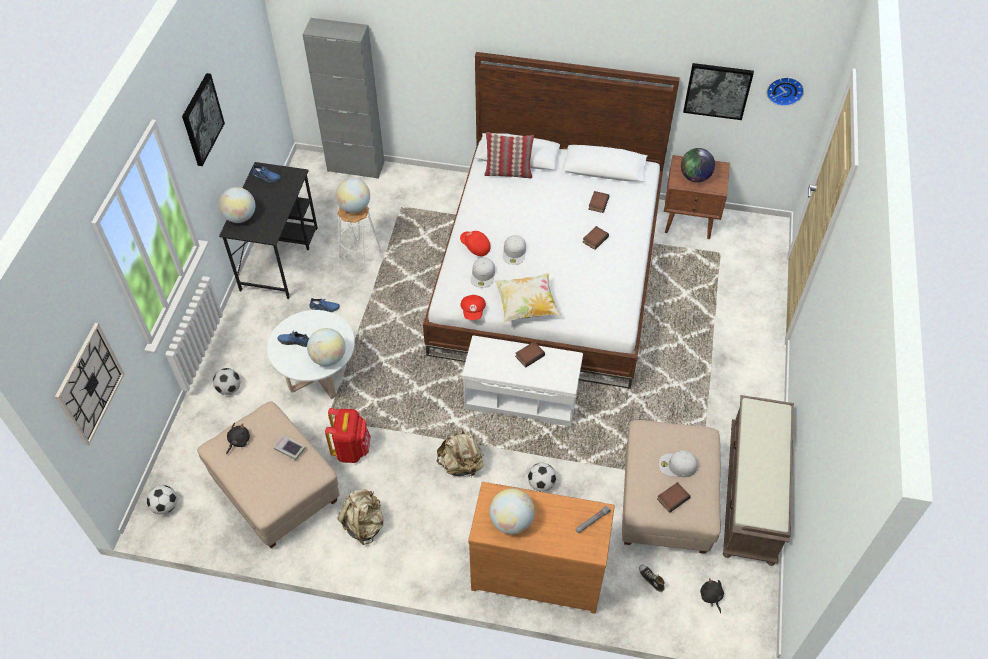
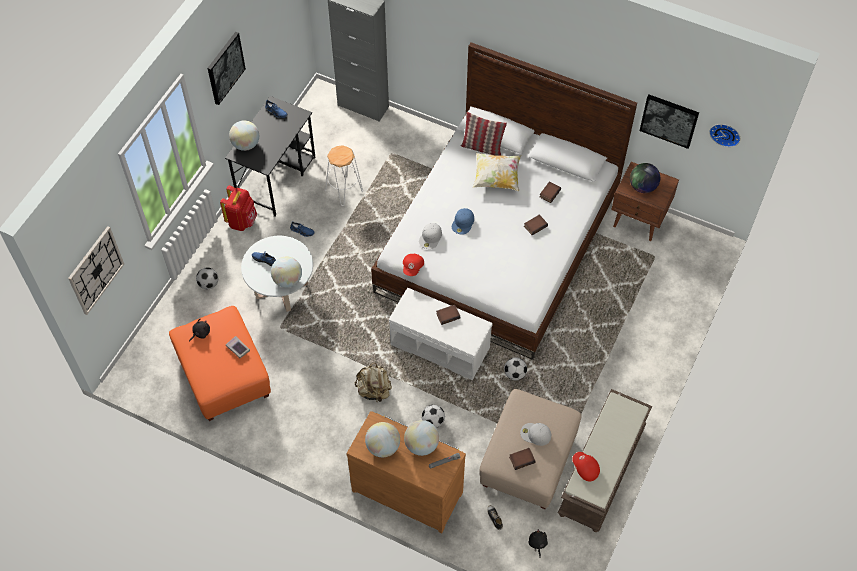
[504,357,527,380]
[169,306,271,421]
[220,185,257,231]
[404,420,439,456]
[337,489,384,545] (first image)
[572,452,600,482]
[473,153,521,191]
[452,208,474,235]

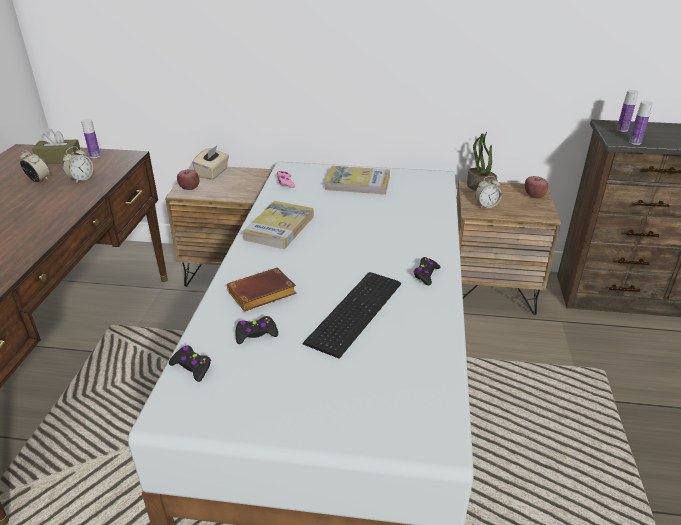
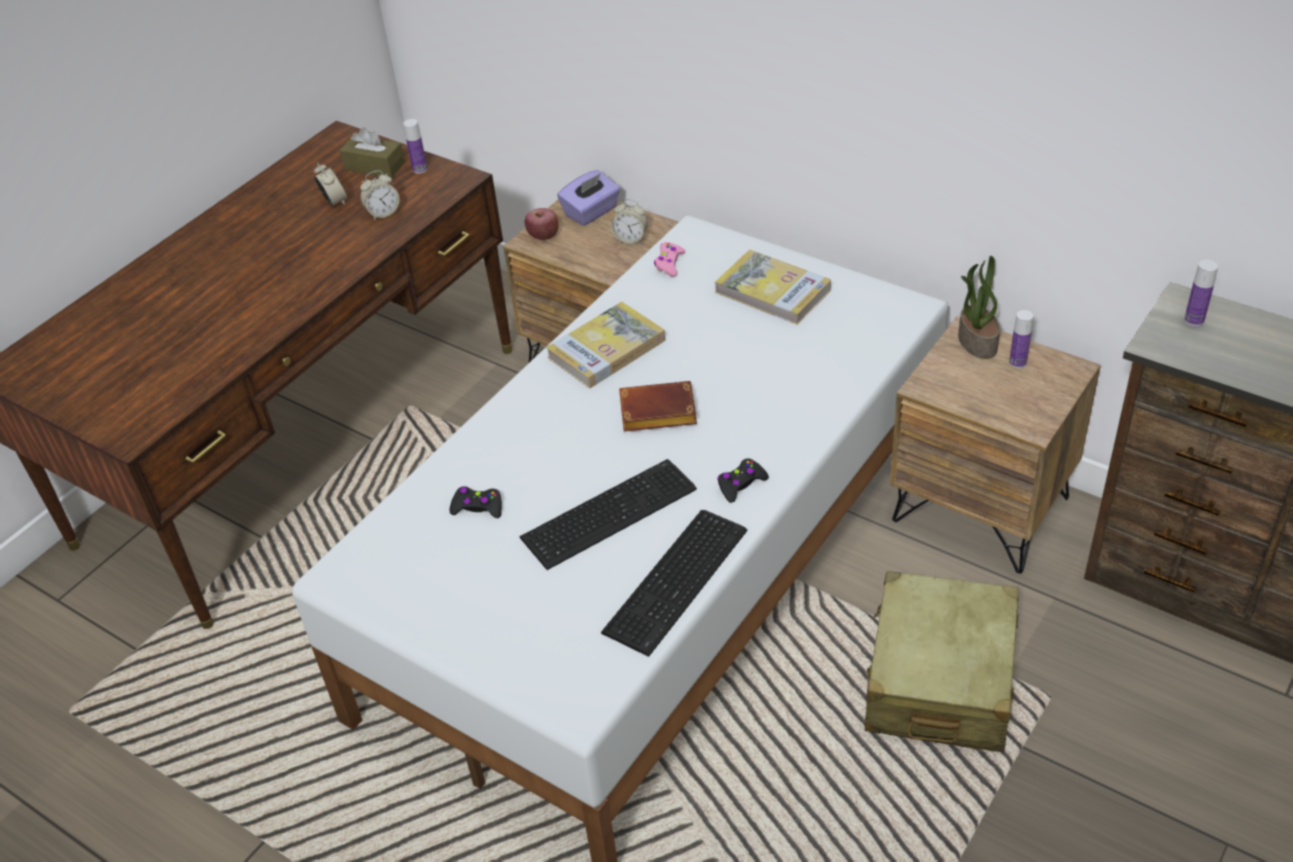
[169,346,211,382] (first image)
[557,170,621,226]
[619,381,697,432]
[611,199,648,244]
[525,176,548,198] (first image)
[1009,310,1034,368]
[601,510,747,657]
[865,571,1018,752]

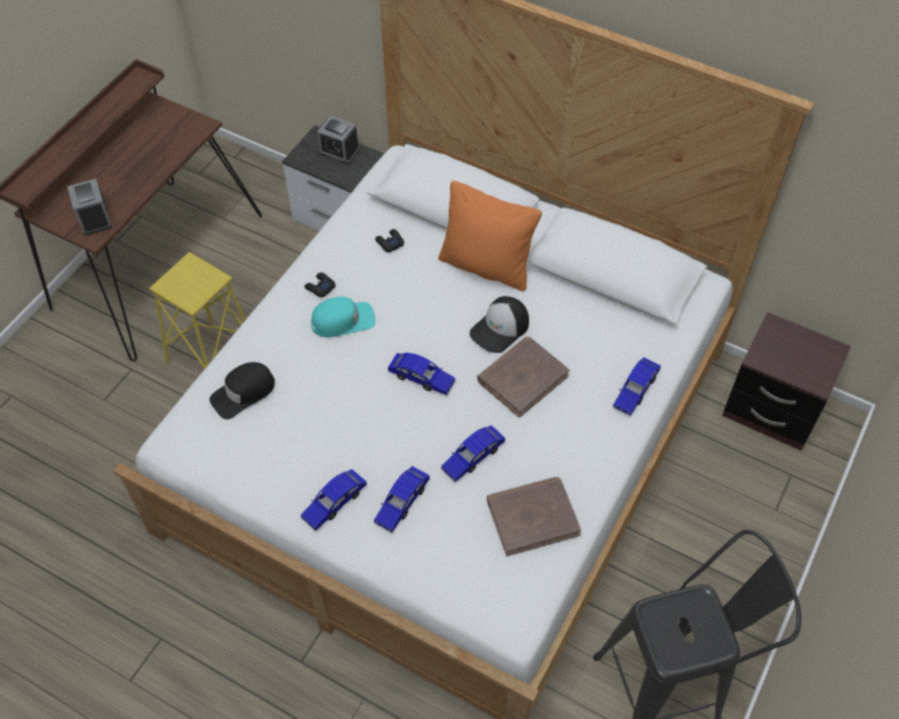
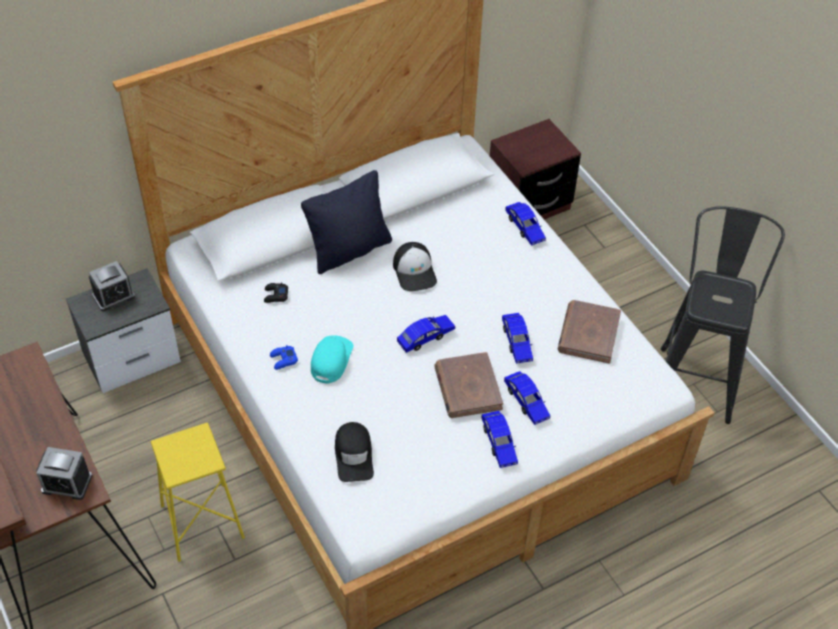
[270,345,298,370]
[301,170,392,274]
[434,352,503,418]

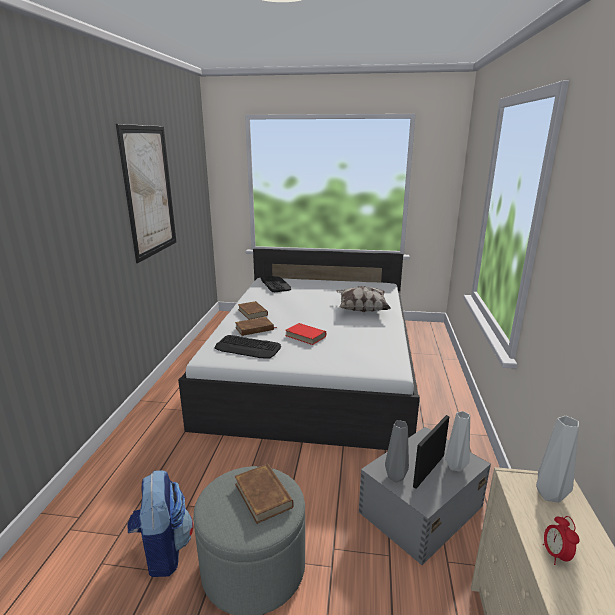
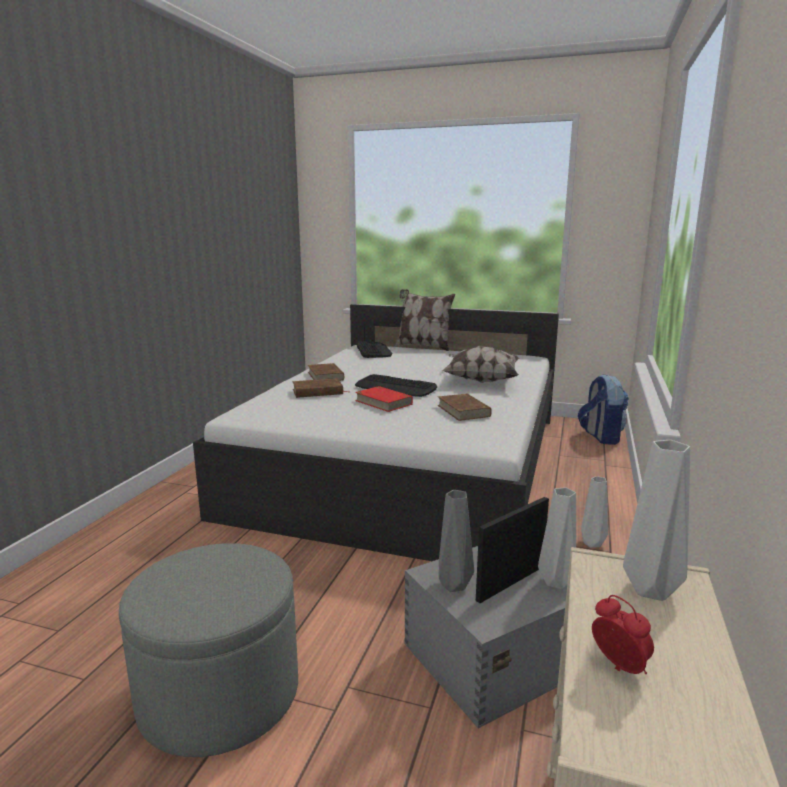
[116,124,177,263] (first image)
[578,374,629,445]
[355,374,437,397]
[438,394,492,421]
[592,595,654,674]
[395,289,455,351]
[581,476,608,548]

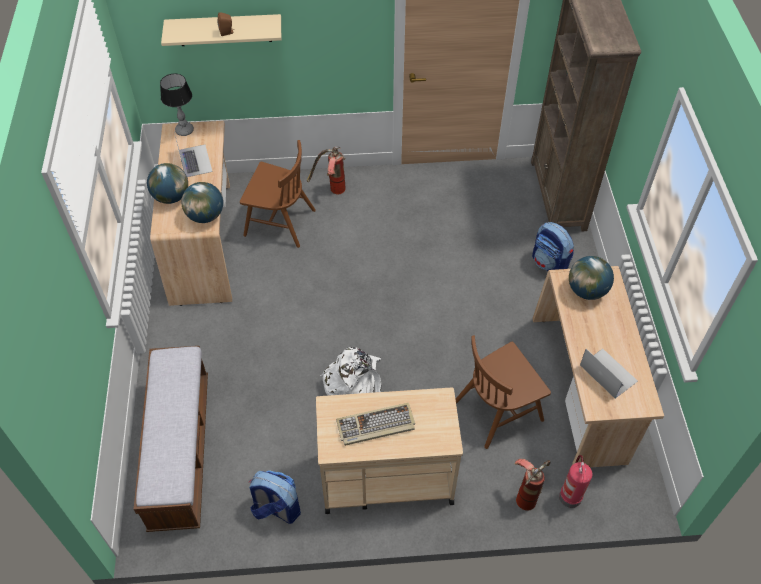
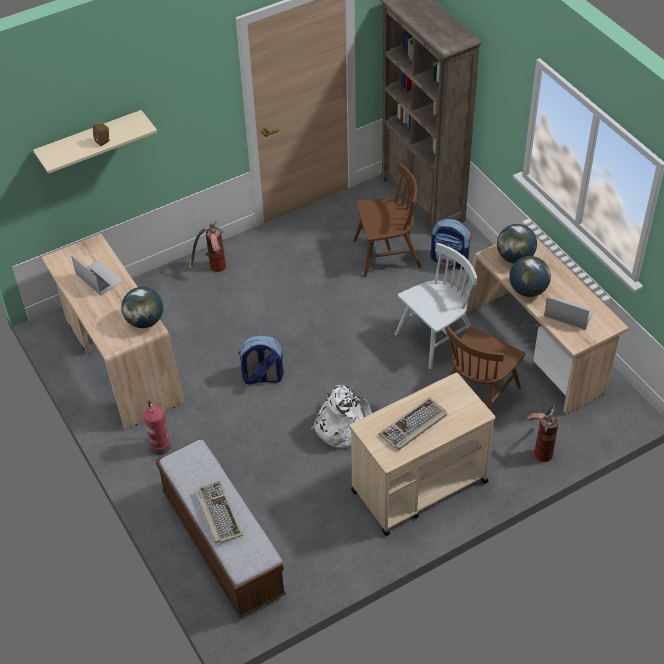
[509,256,551,297]
[160,74,194,136] (first image)
[353,164,422,277]
[238,335,284,385]
[144,400,171,455]
[194,481,243,543]
[395,243,477,369]

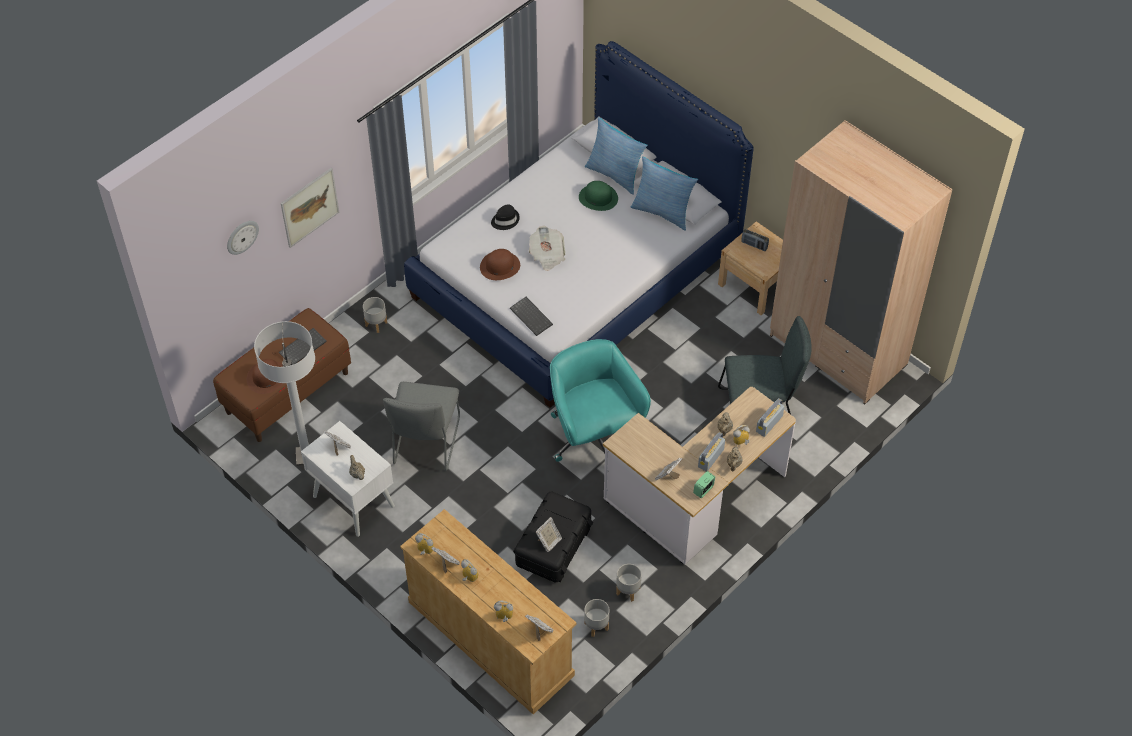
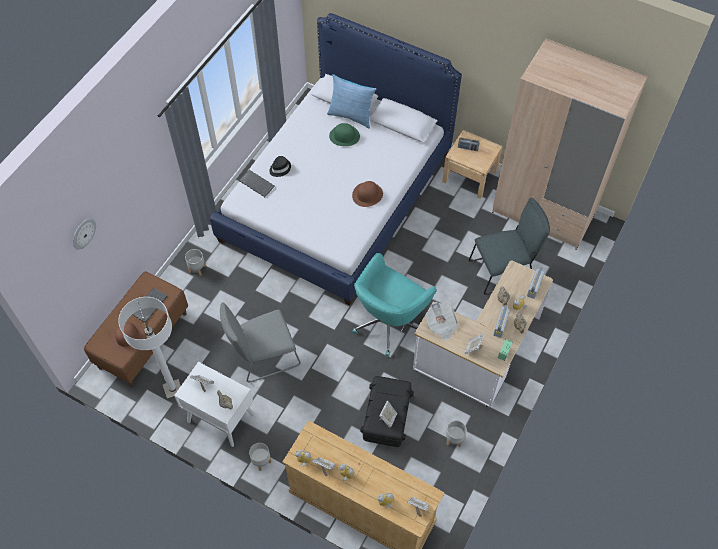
[281,168,339,248] (first image)
[220,302,301,382]
[352,181,383,207]
[239,170,275,197]
[426,302,459,341]
[352,253,437,357]
[249,443,271,471]
[631,156,698,231] (first image)

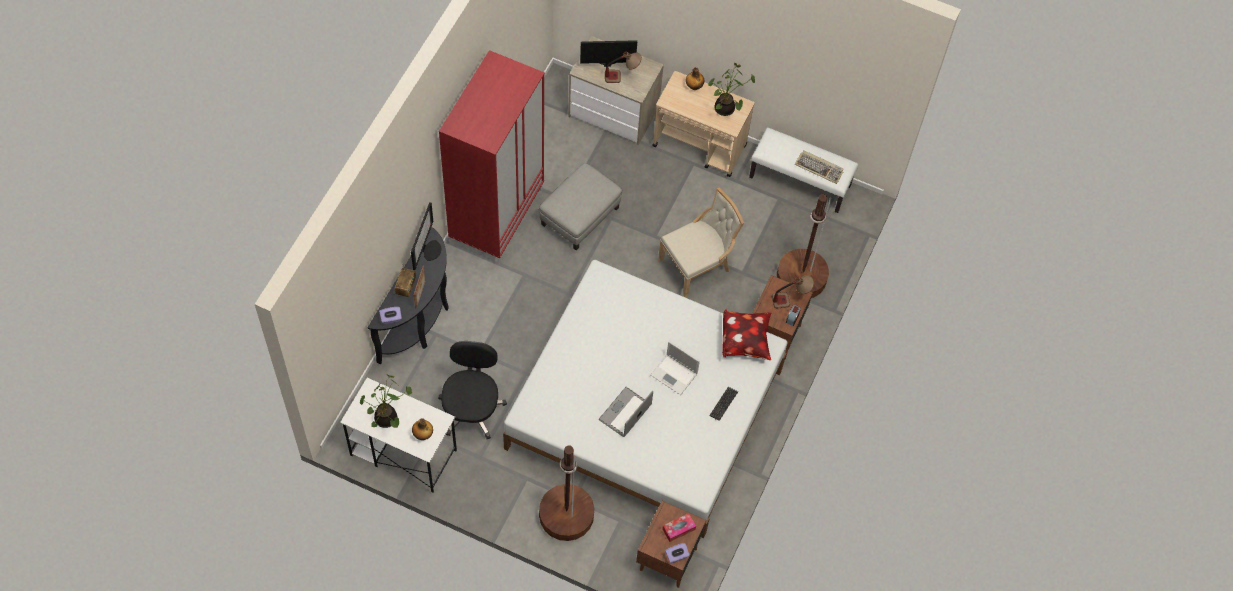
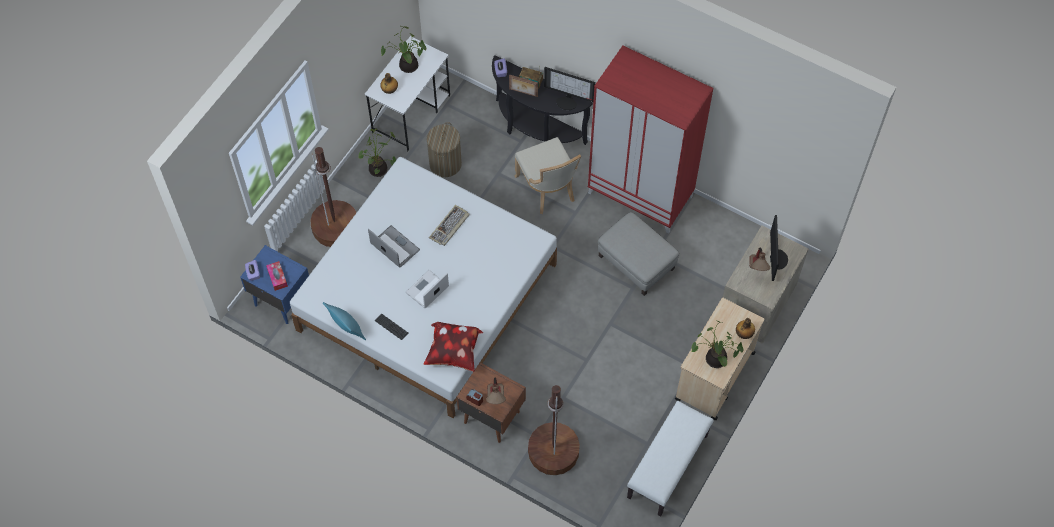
[427,122,462,177]
[240,245,309,324]
[515,137,581,214]
[429,205,470,246]
[323,302,366,340]
[359,129,396,177]

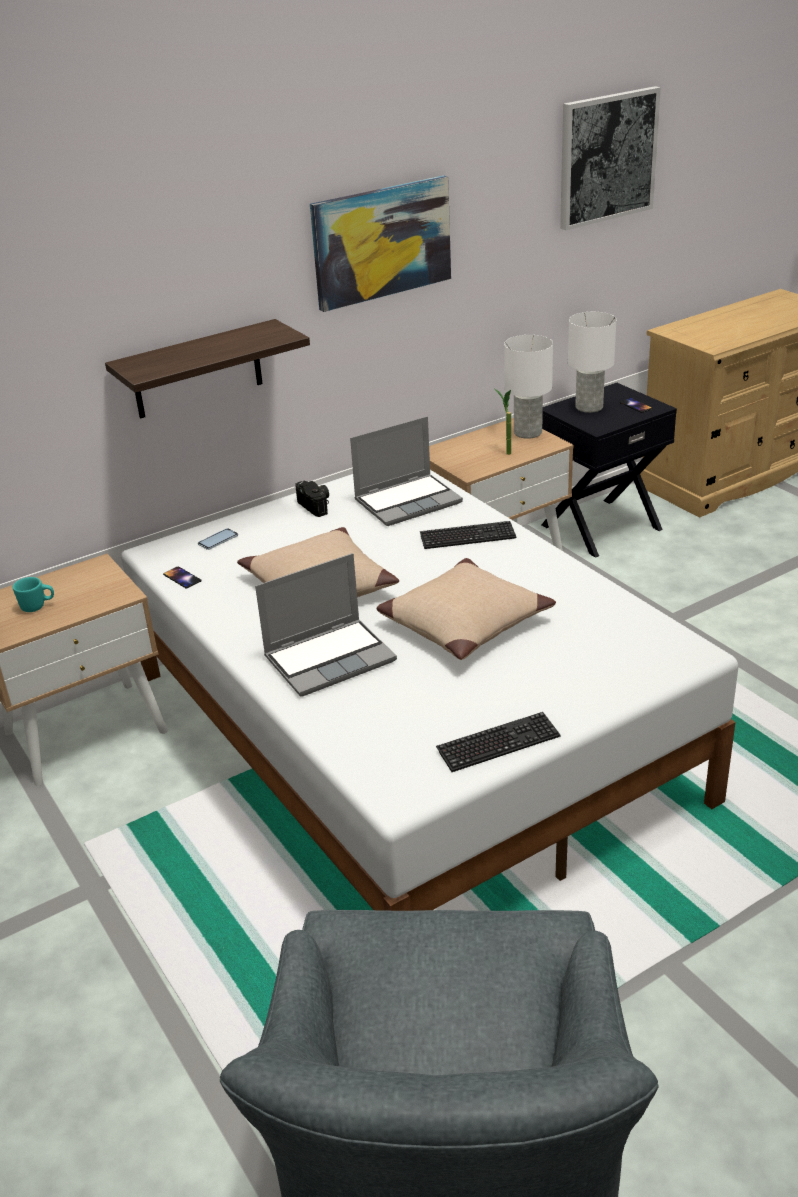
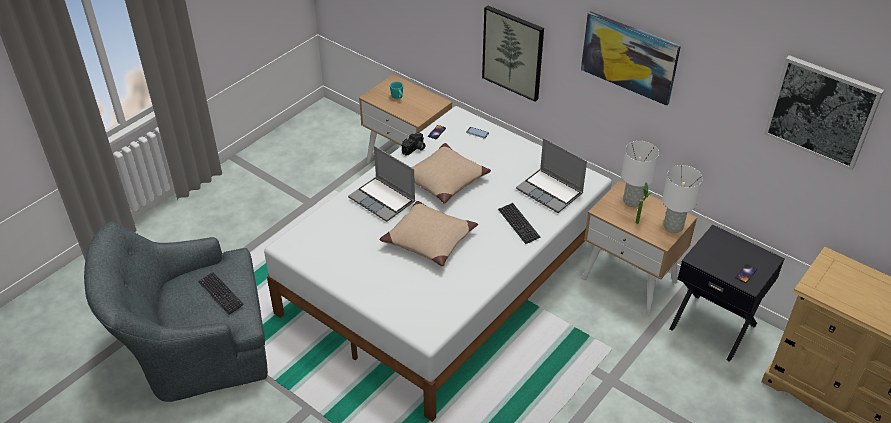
[482,6,544,102]
[402,132,425,156]
[198,272,244,314]
[621,141,659,207]

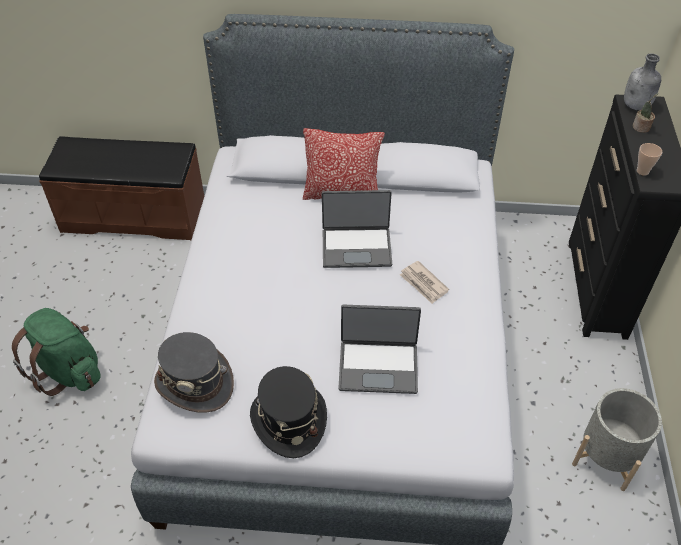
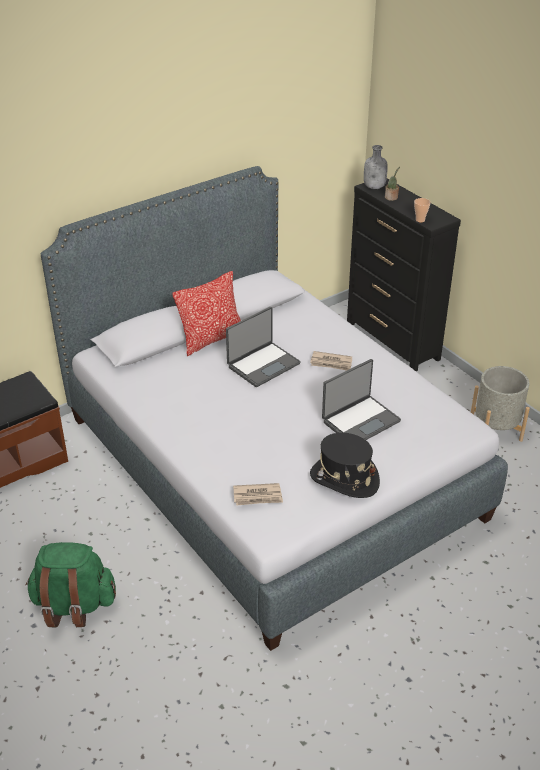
[233,483,283,506]

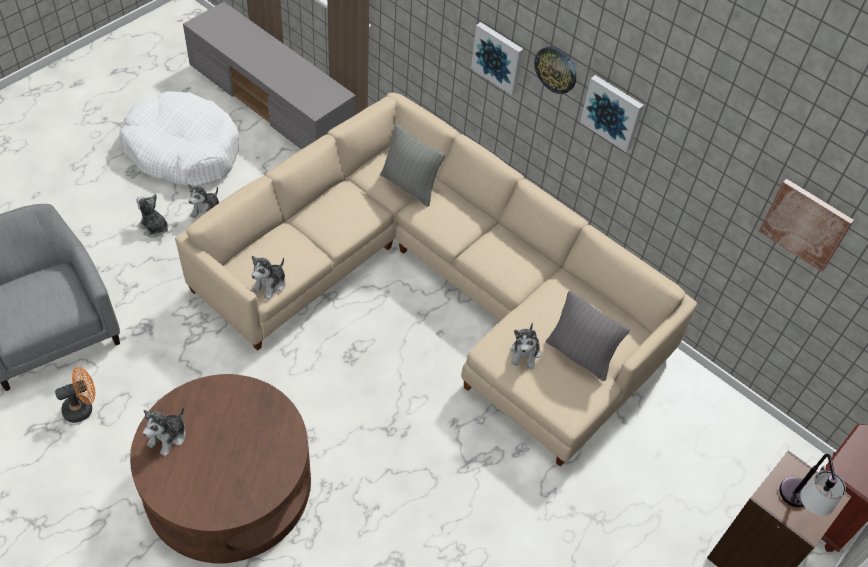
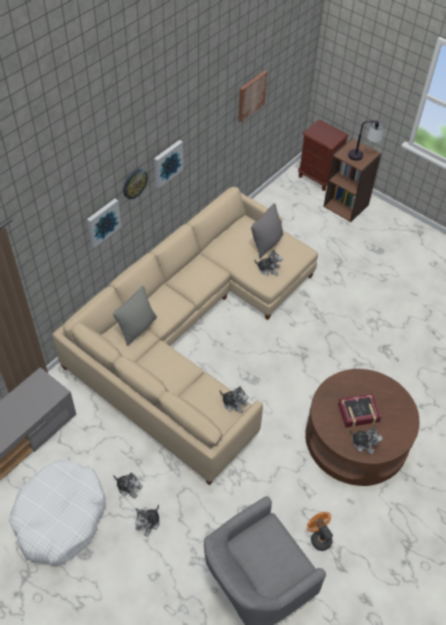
[337,393,381,428]

